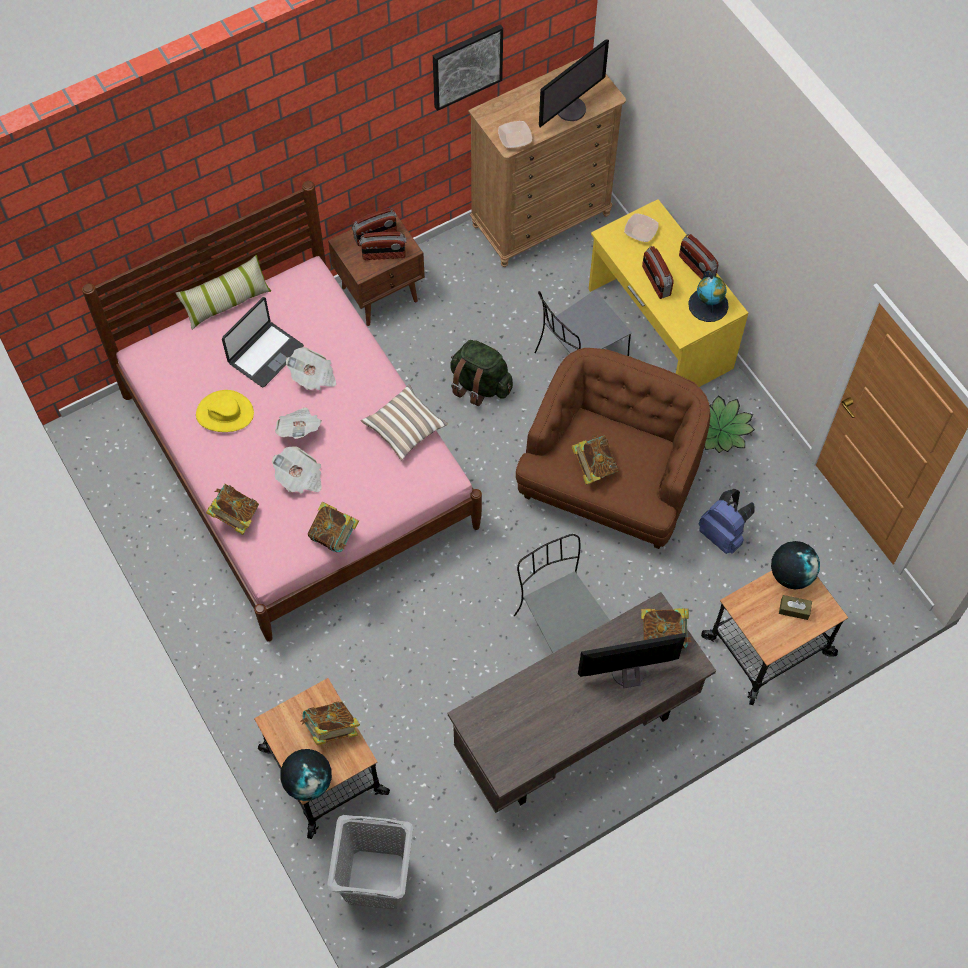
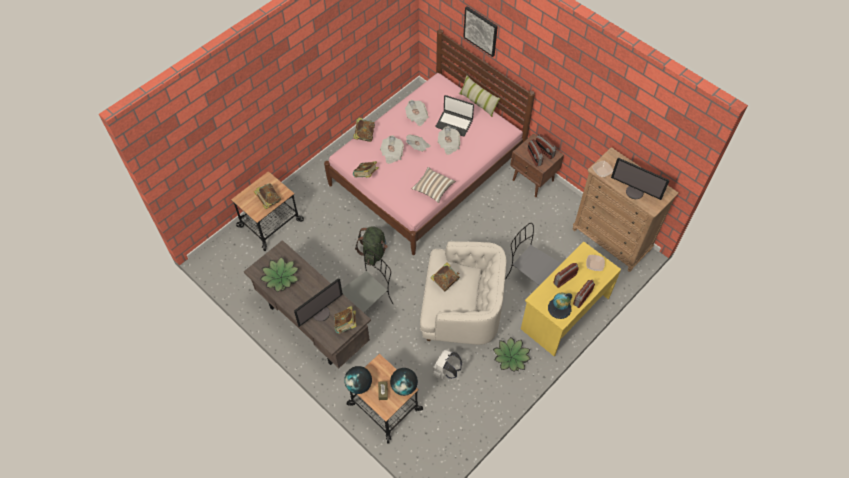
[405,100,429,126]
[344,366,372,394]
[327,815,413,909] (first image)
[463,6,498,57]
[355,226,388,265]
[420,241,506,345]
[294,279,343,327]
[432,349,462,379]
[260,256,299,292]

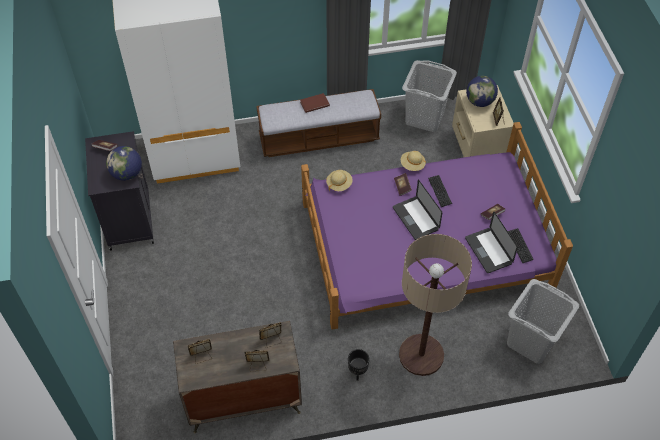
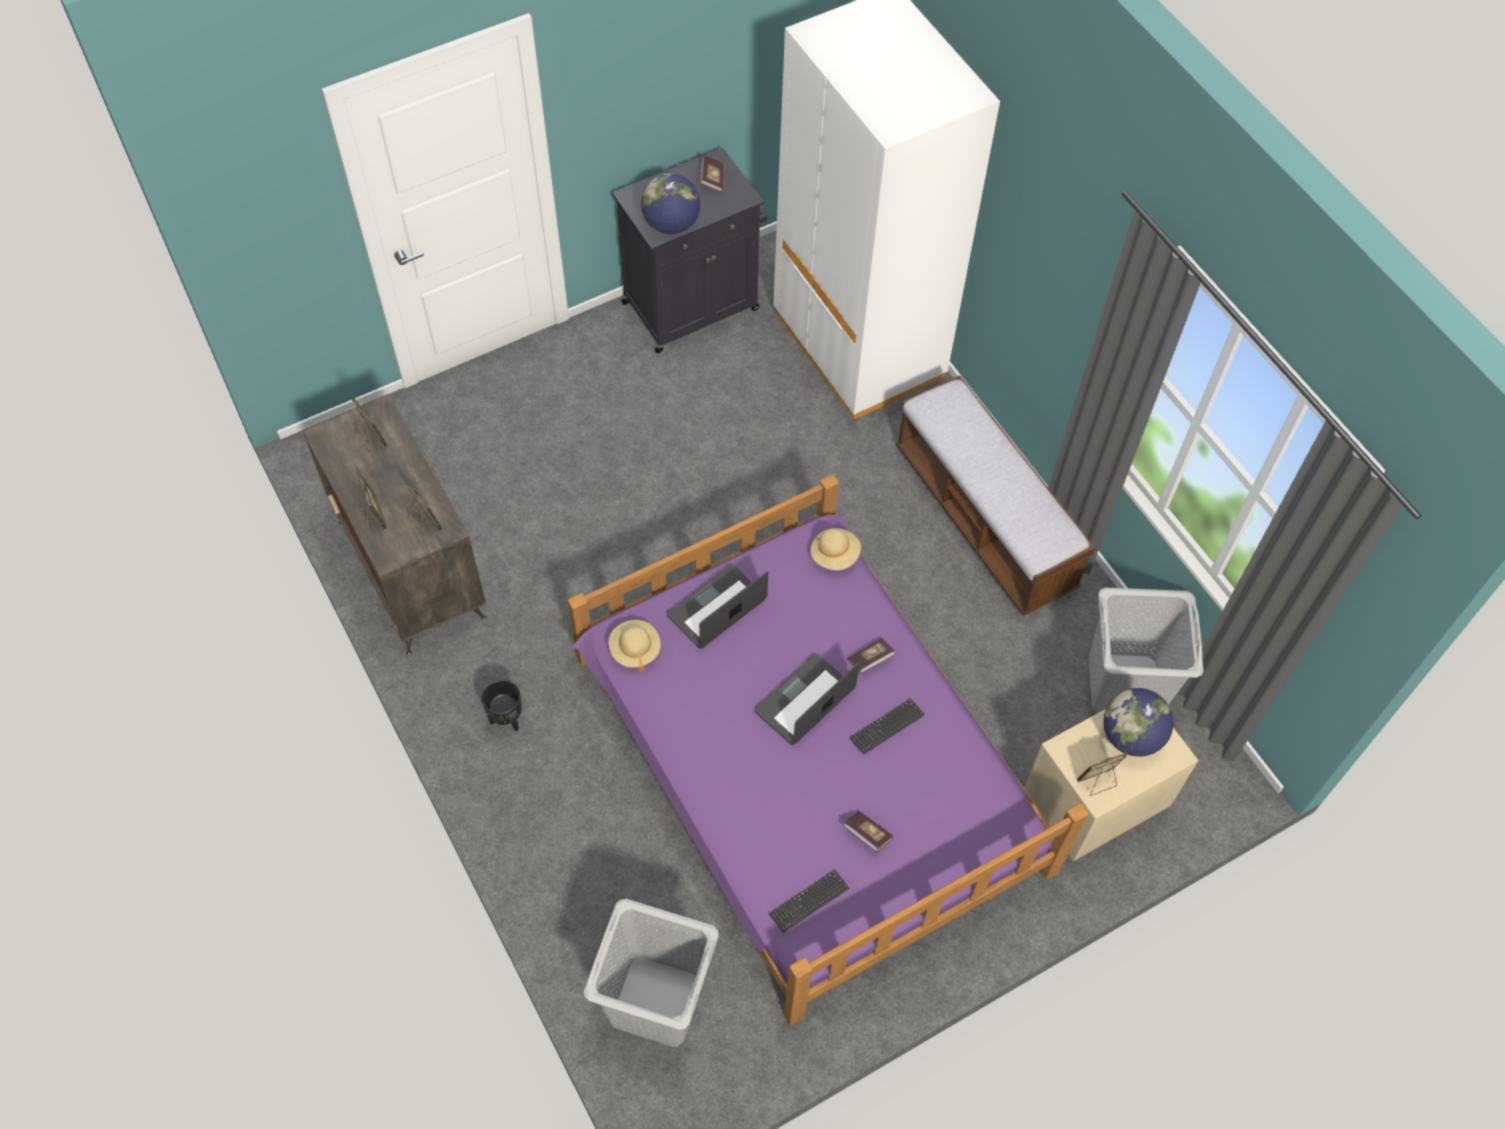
[300,93,330,113] (first image)
[399,234,472,376] (first image)
[608,620,661,672]
[667,564,768,649]

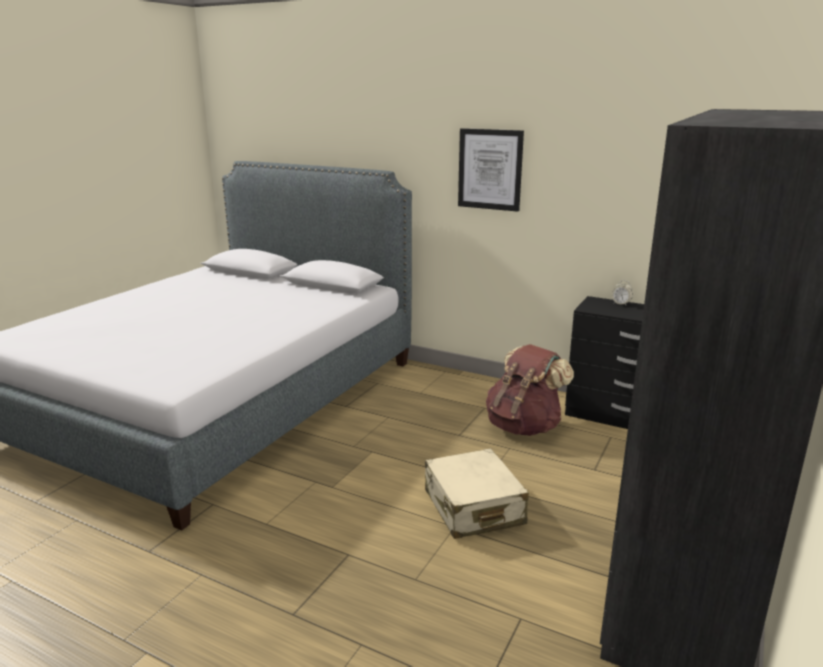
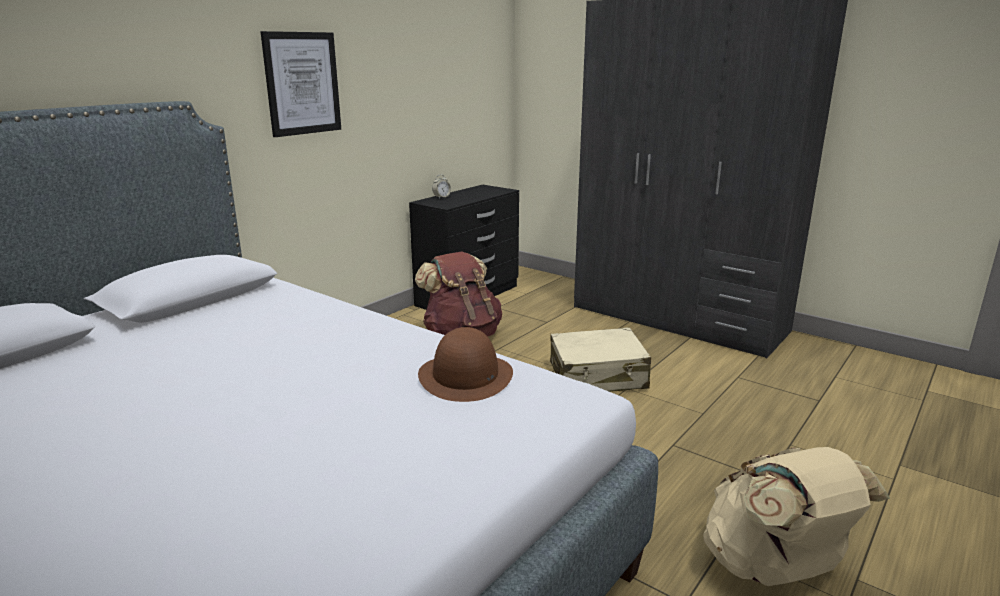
[418,327,513,402]
[703,447,890,586]

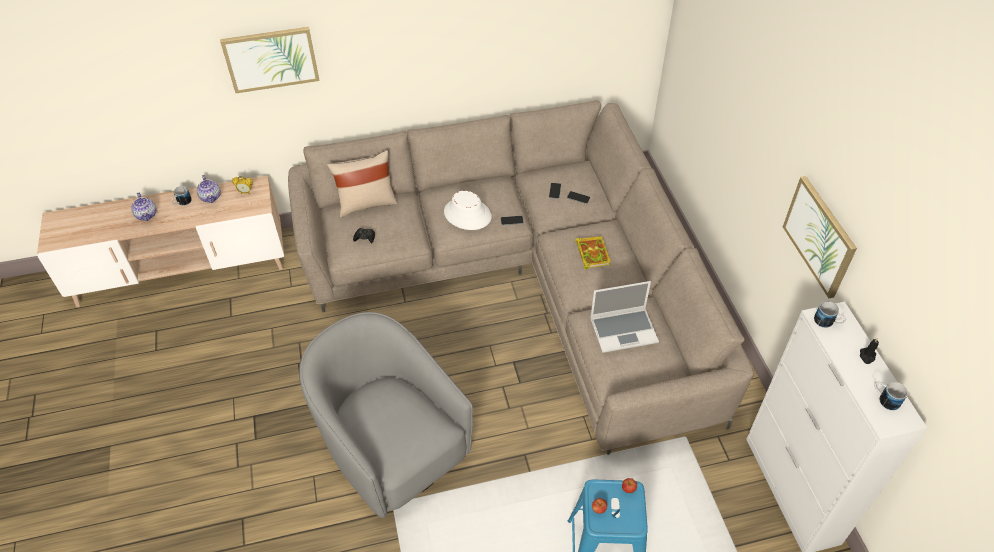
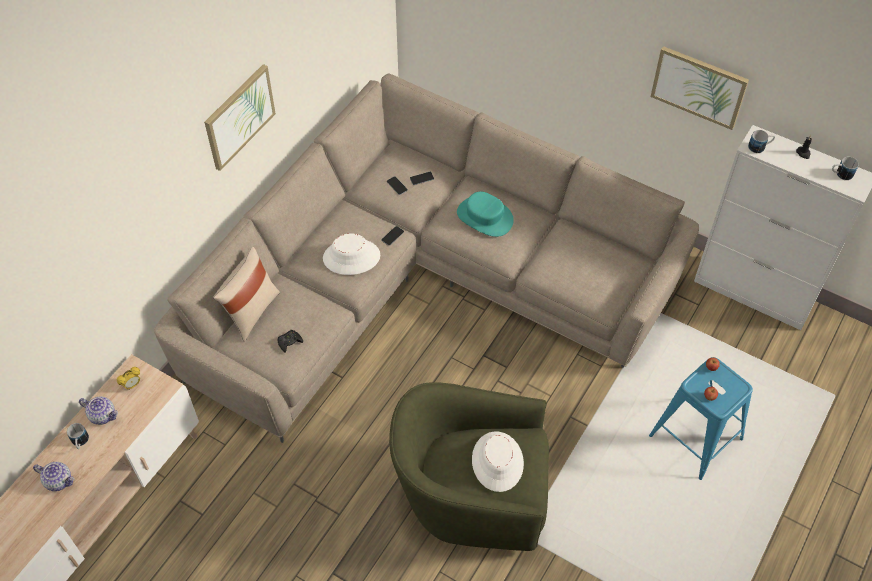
[204,64,276,171]
[389,382,549,551]
[457,191,514,237]
[590,281,659,353] (first image)
[472,431,524,492]

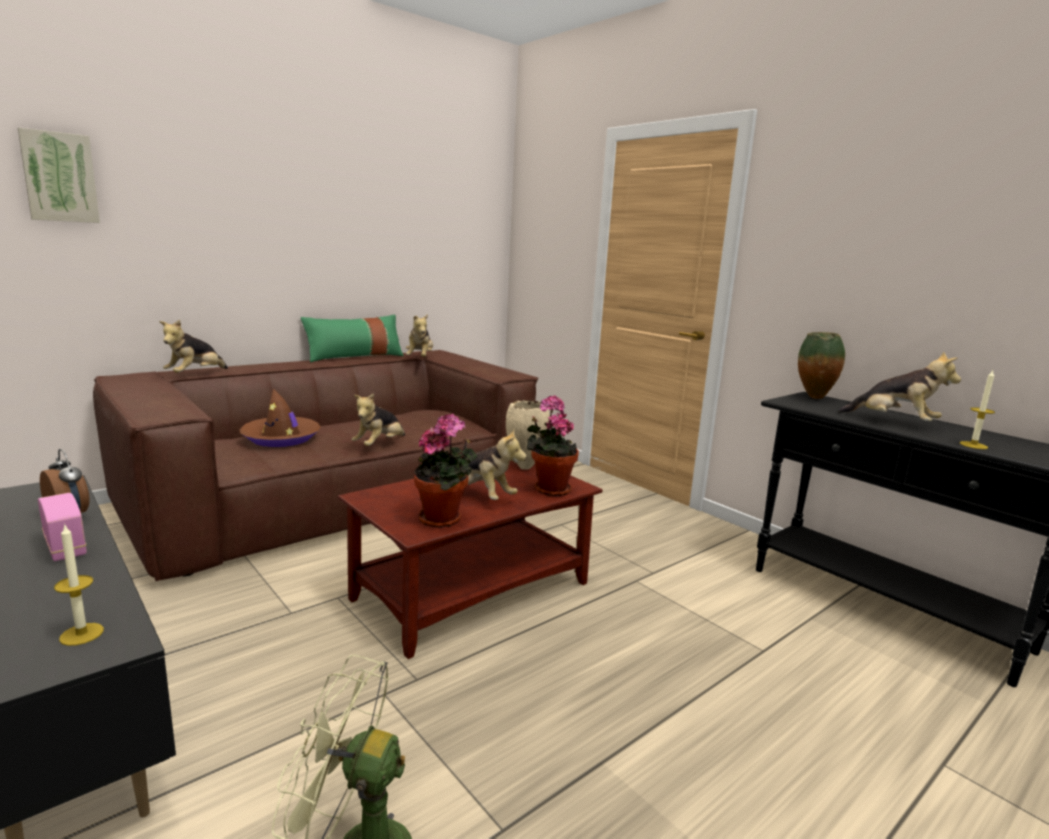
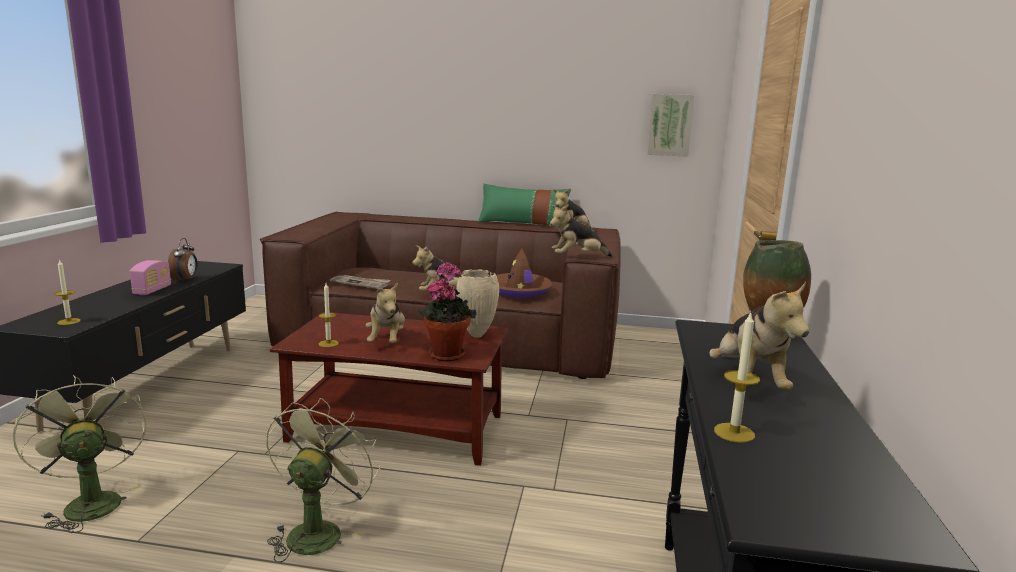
[647,94,694,157]
[550,205,612,257]
[496,248,552,298]
[319,283,339,347]
[266,398,380,563]
[330,275,390,289]

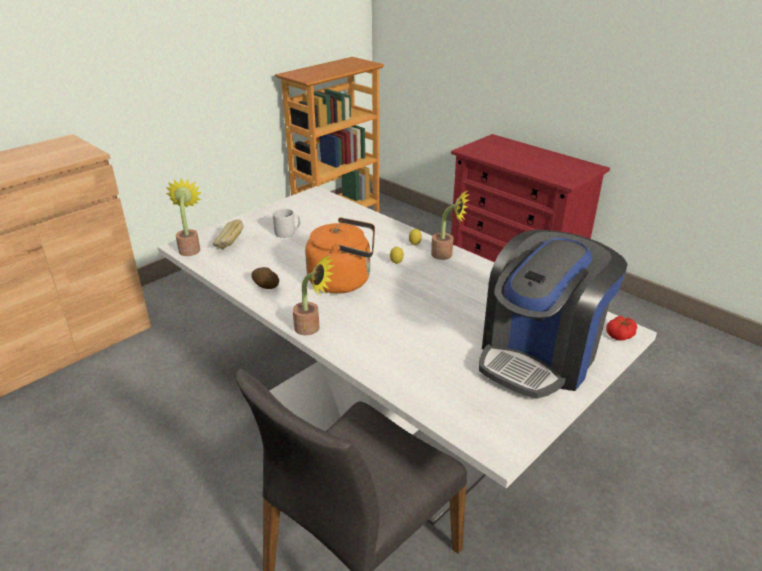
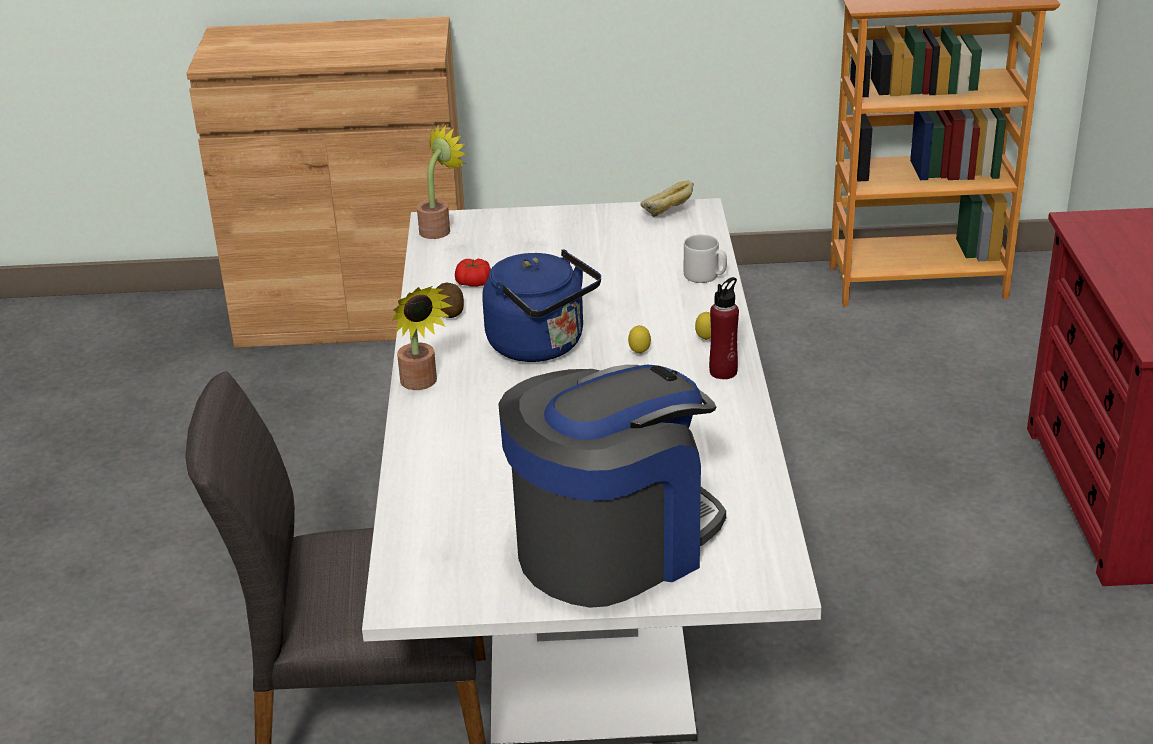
[640,180,694,217]
[684,234,727,283]
[482,249,601,362]
[709,277,739,379]
[498,365,726,608]
[455,259,491,287]

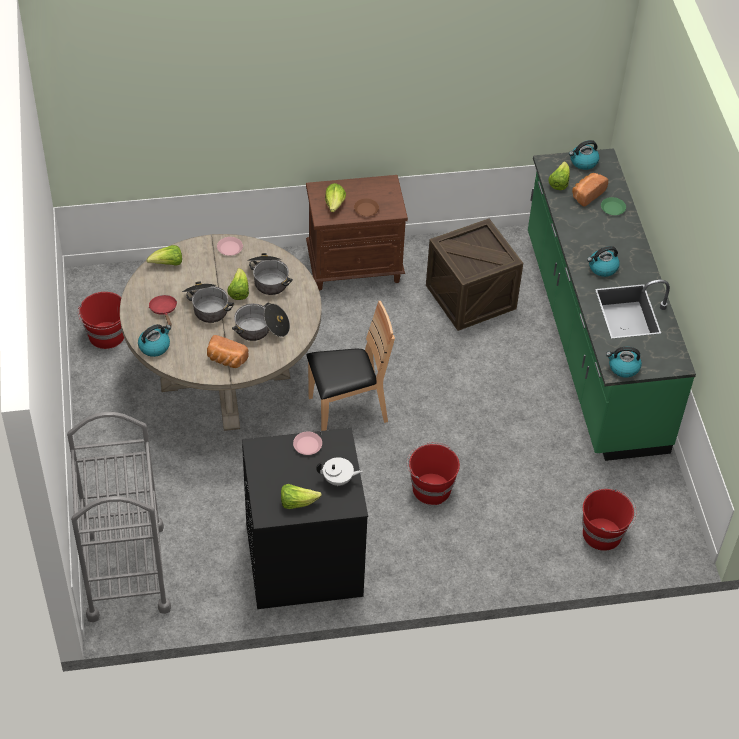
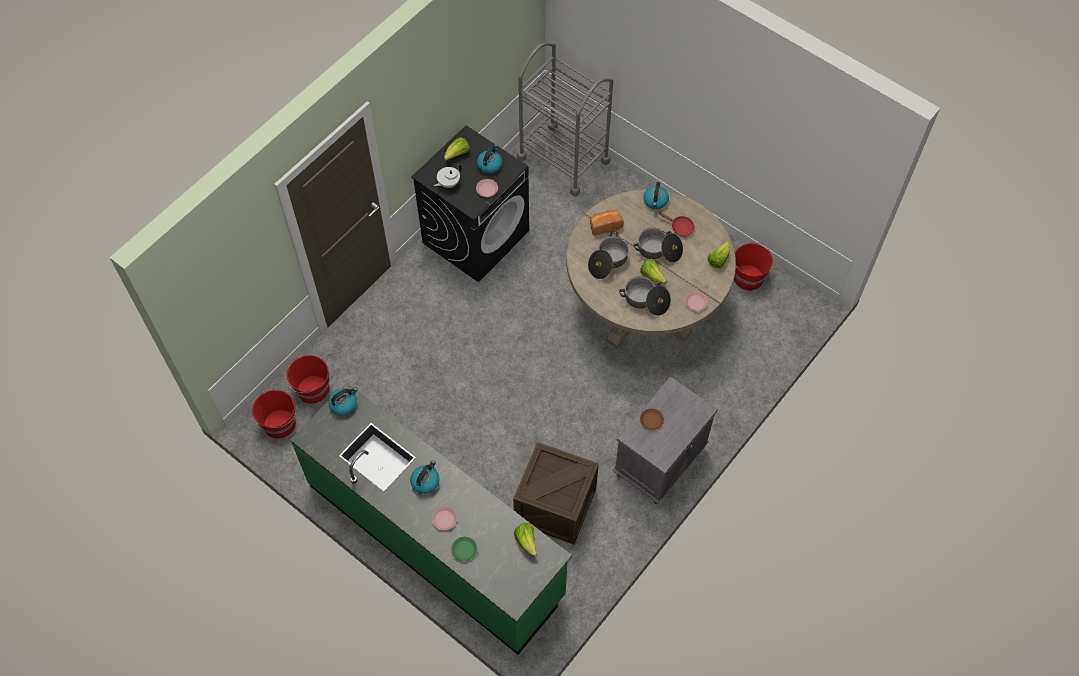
[612,376,718,504]
[306,301,395,431] (first image)
[325,183,346,212] (first image)
[252,389,297,439]
[477,145,502,174]
[572,173,608,206] (first image)
[432,506,457,530]

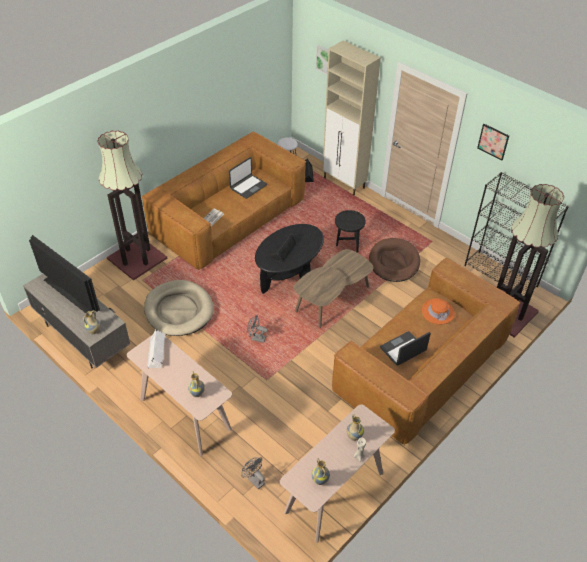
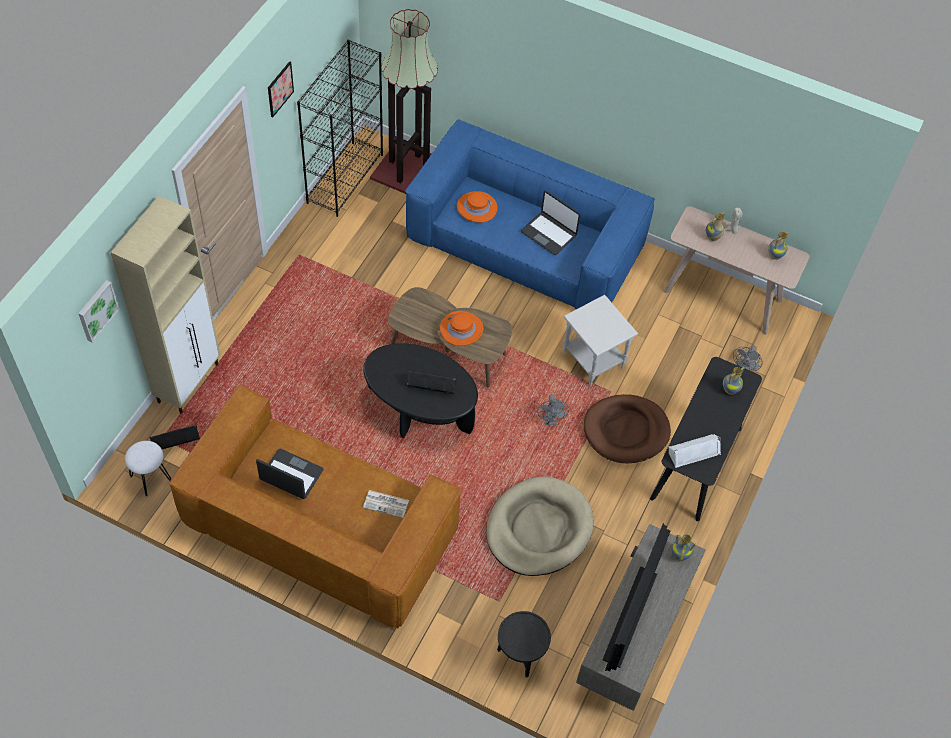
[98,131,167,280] (first image)
[650,357,762,521]
[405,119,655,309]
[497,611,551,677]
[584,394,671,463]
[440,311,483,346]
[563,295,638,386]

